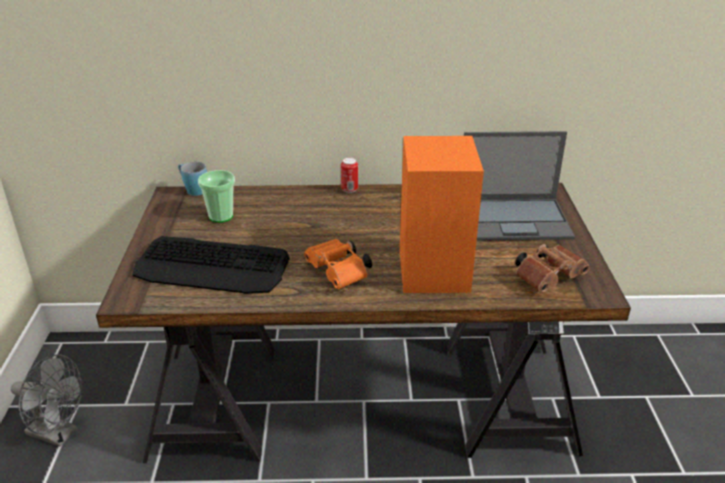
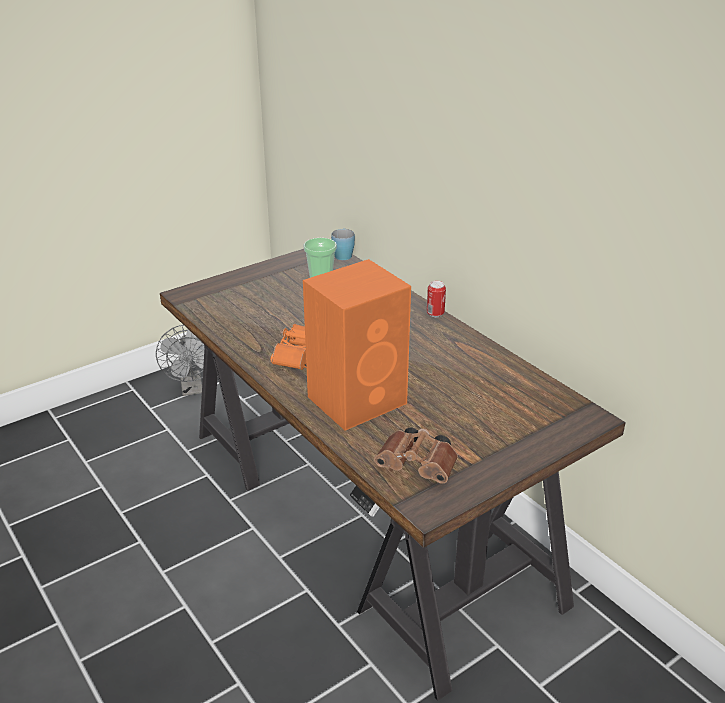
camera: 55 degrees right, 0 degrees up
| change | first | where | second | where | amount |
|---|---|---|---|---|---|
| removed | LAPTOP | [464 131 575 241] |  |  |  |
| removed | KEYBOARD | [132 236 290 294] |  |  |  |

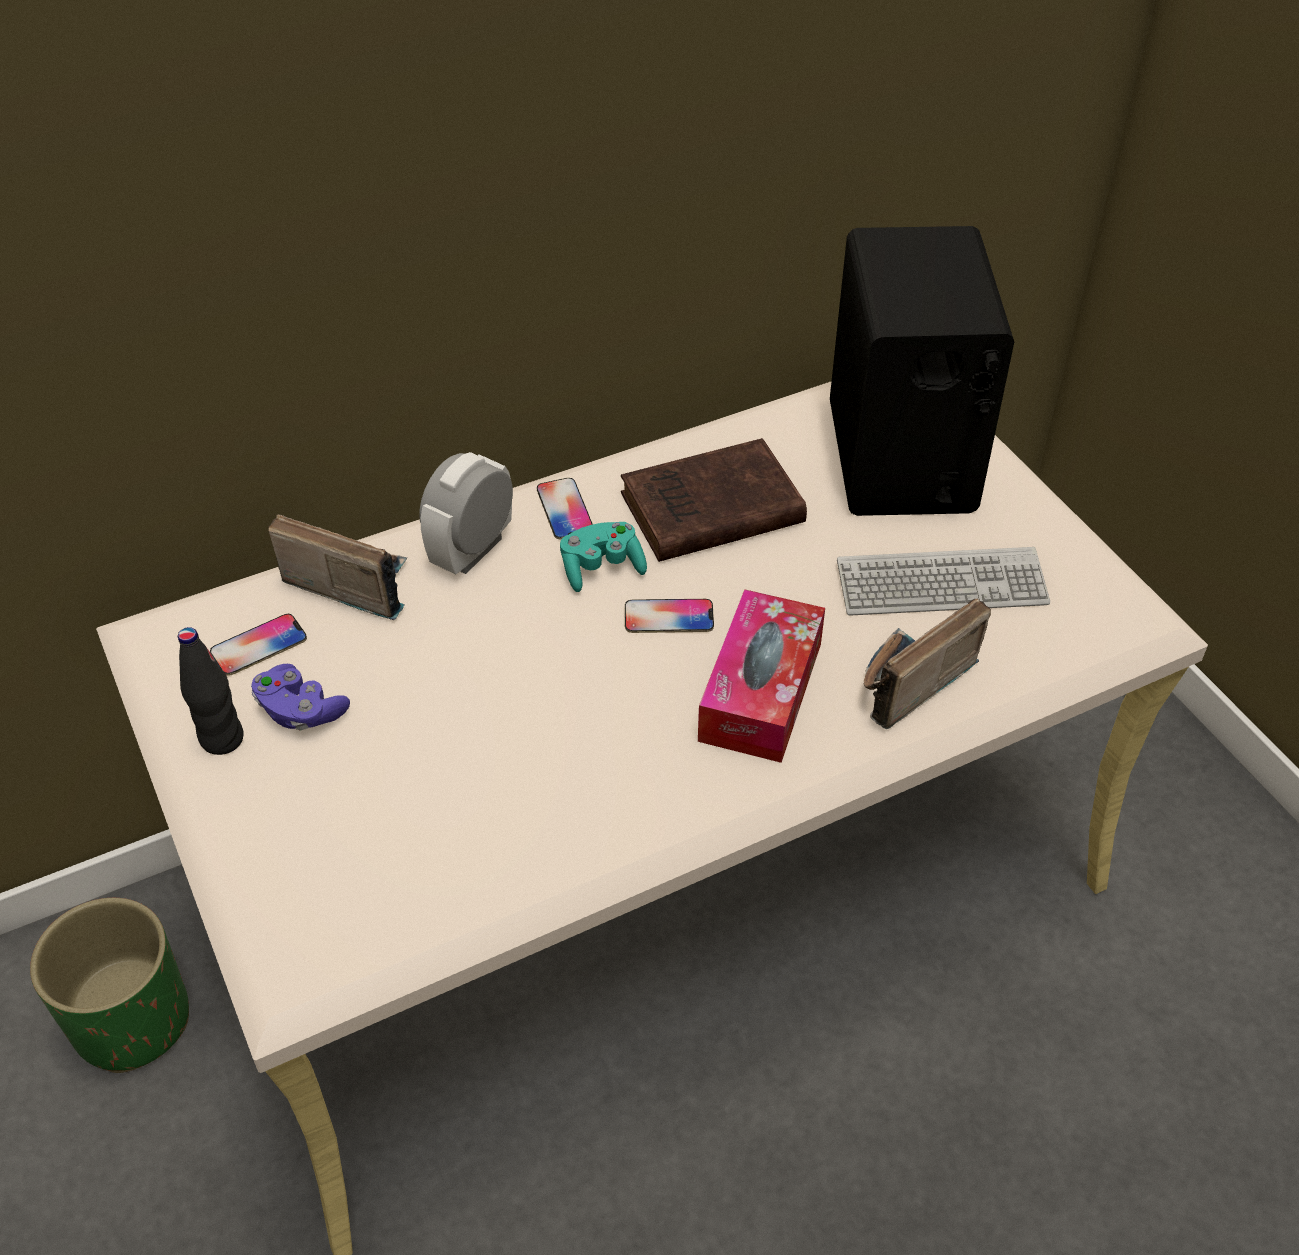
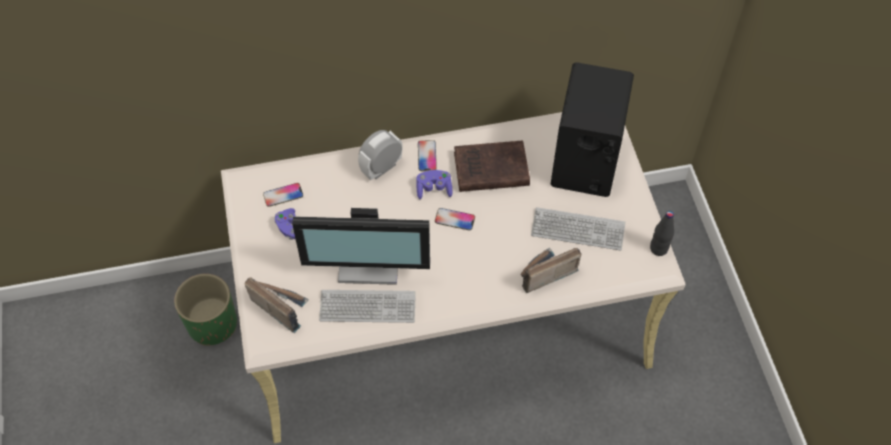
camera: 15 degrees right, 10 degrees up
| change | first | where | second | where | amount |
|---|---|---|---|---|---|
| moved | RADIO | [268 514 407 621] |  | [245 277 309 333] |  |
| recoloured | TURQUOISE GAME CONTROLLER | [560 522 647 592] | PURPLE GAME CONTROLLER | [416 170 452 199] |  |
| removed | TISSUE BOX | [698 589 825 763] |  |  |  |
| moved | BLACK BOTTLE | [178 627 244 755] |  | [650 211 674 256] |  |
| added |  |  | MONITOR | [292 208 430 285] |  |
| added |  |  | KEYBOARD | [319 290 416 323] |  |

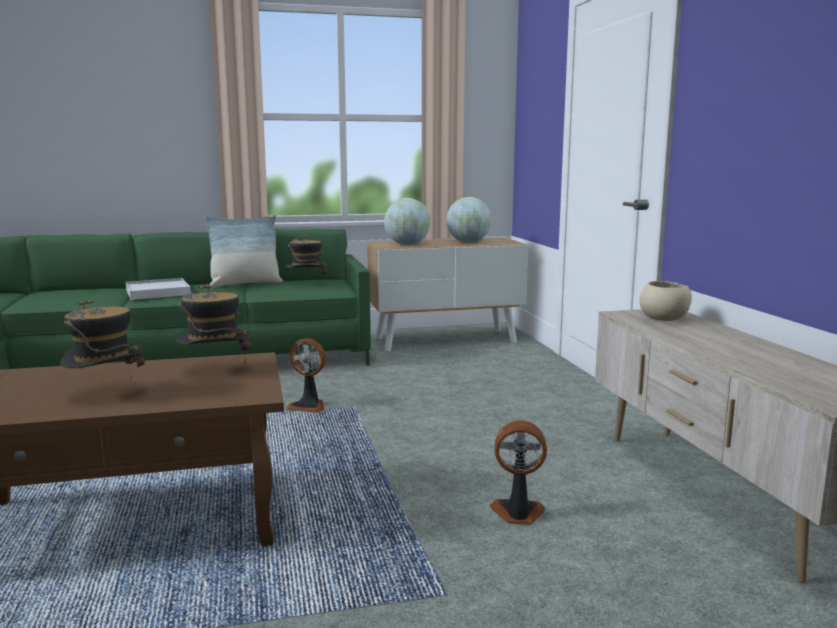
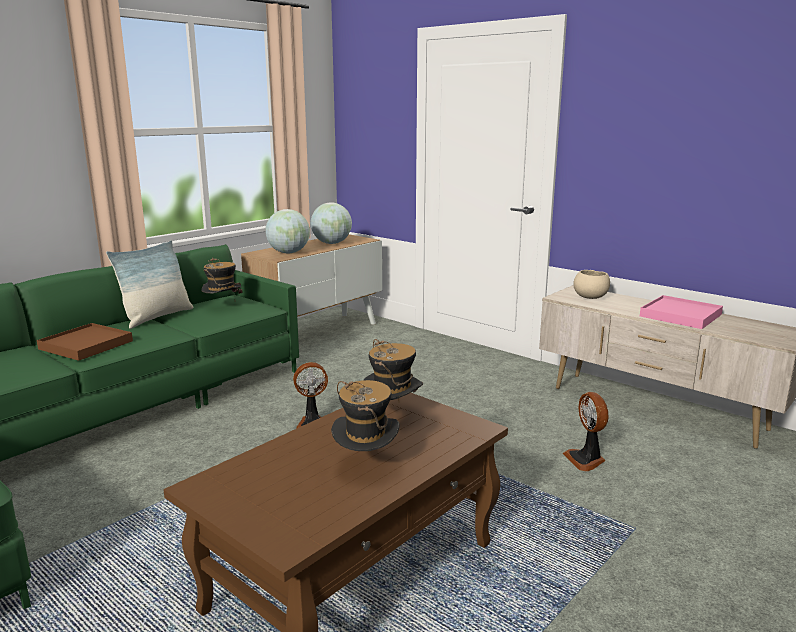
camera: 35 degrees left, 5 degrees up
| change | first | where | second | where | amount |
|---|---|---|---|---|---|
| recoloured | WHITE TRAY | [126 278 191 300] | BROWN TRAY | [37 323 133 361] |  |
| turned | FAN | [490 420 547 525] |  | [562 392 609 471] | 75 degrees counterclockwise |
| added |  |  | PINK TRAY | [640 295 723 329] |  |

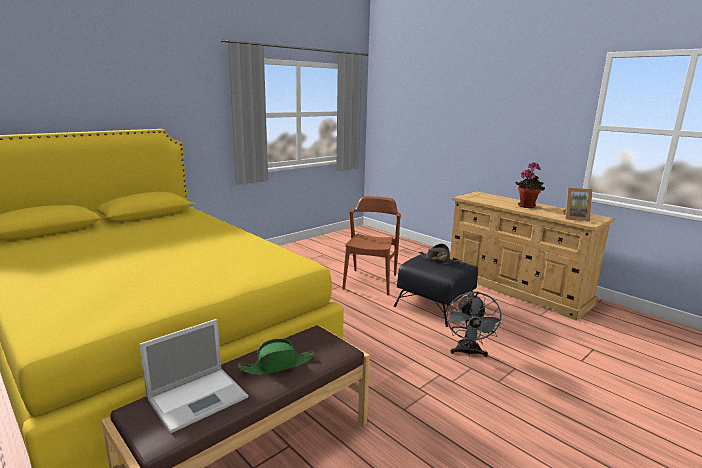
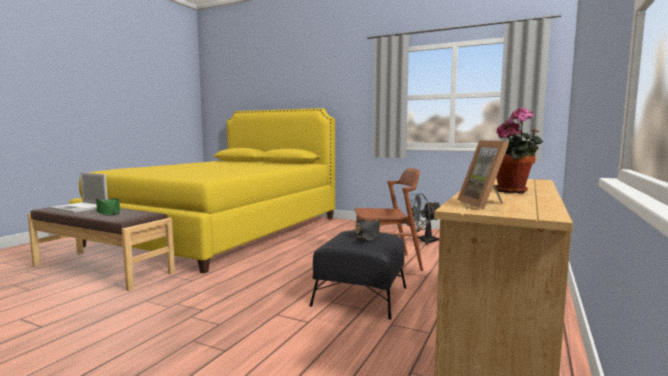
camera: 70 degrees right, 10 degrees down
| change | first | where | second | where | amount |
|---|---|---|---|---|---|
| moved | GREY FAN | [447 292 503 357] |  | [411 194 440 245] |  |

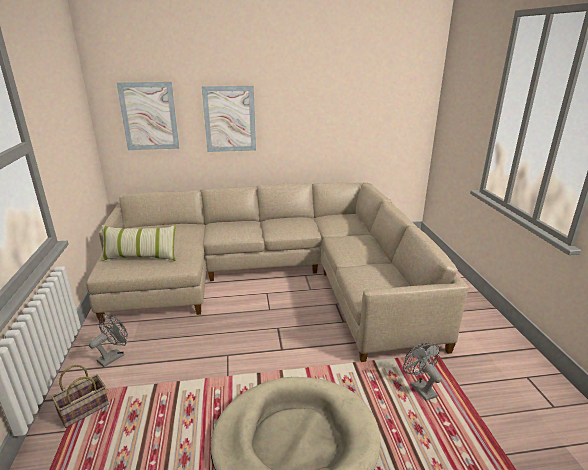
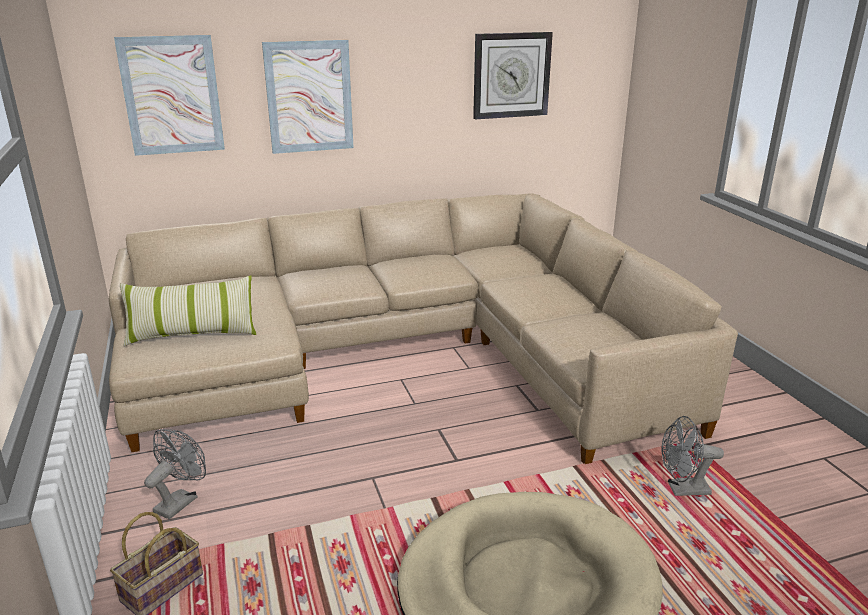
camera: 10 degrees left, 0 degrees up
| change | first | where | second | where | amount |
|---|---|---|---|---|---|
| turned | GREY FAN | [403 343 442 401] |  | [661 416 724 496] | 60 degrees counterclockwise |
| added |  |  | WALL CLOCK | [473 32 553 119] |  |

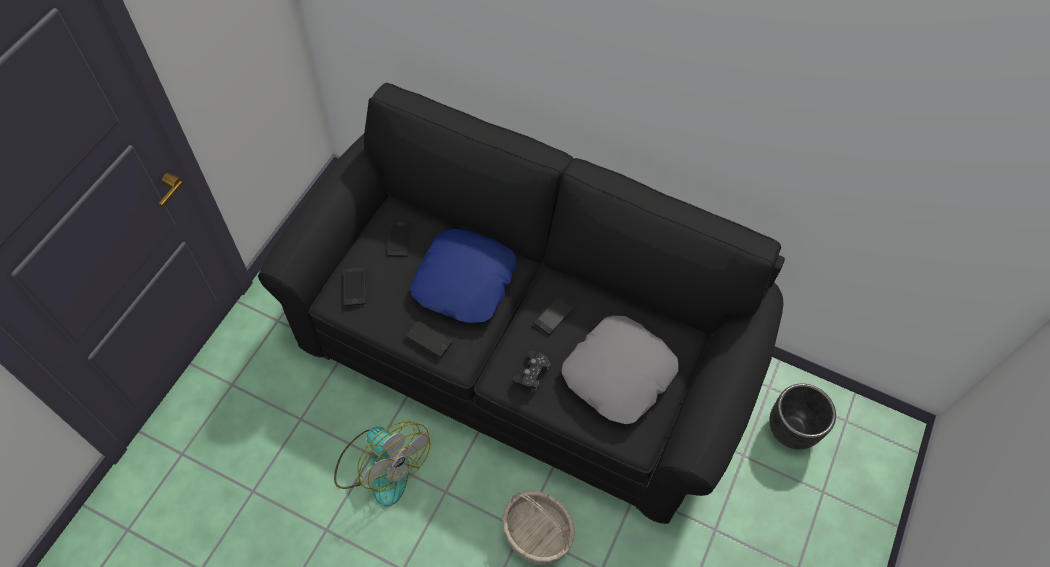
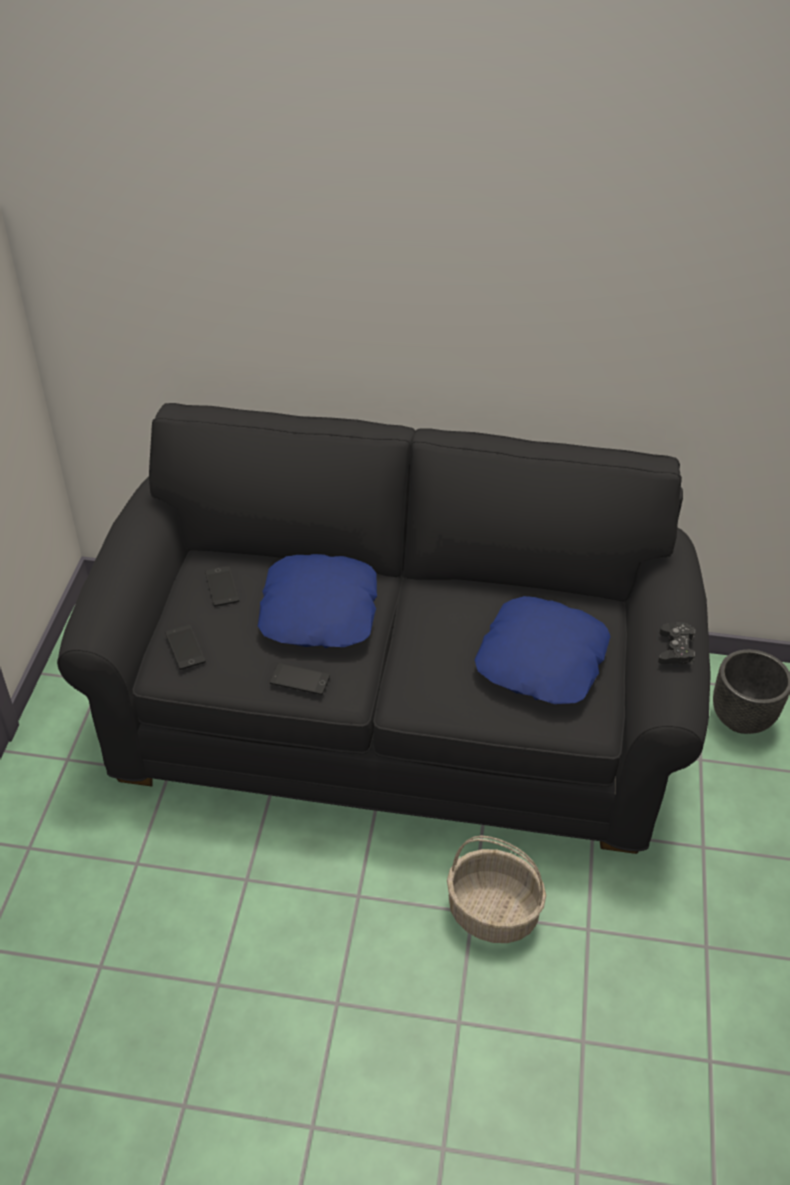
camera: 15 degrees left, 15 degrees down
| change | first | where | second | where | amount |
|---|---|---|---|---|---|
| removed | PHONE | [534 295 576 335] |  |  |  |
| recoloured | GREY PILLOW | [562 316 679 424] | BLUE PILLOW | [474 596 611 704] |  |
| moved | BLACK GAME CONTROLLER | [513 351 551 391] |  | [658 622 695 665] |  |
| removed | FAN | [334 421 430 507] |  |  |  |

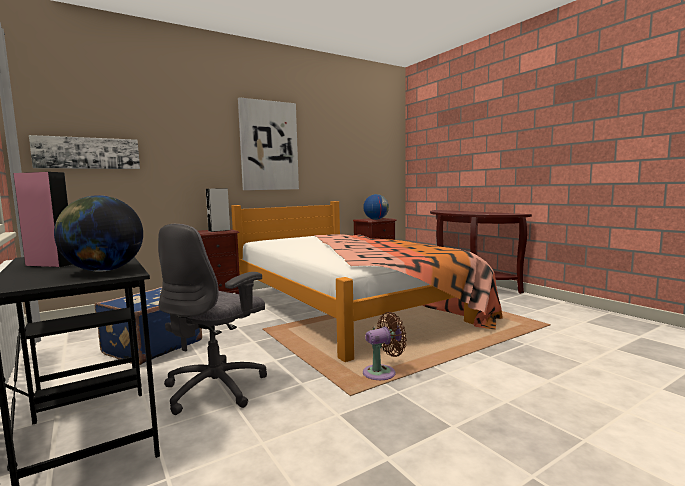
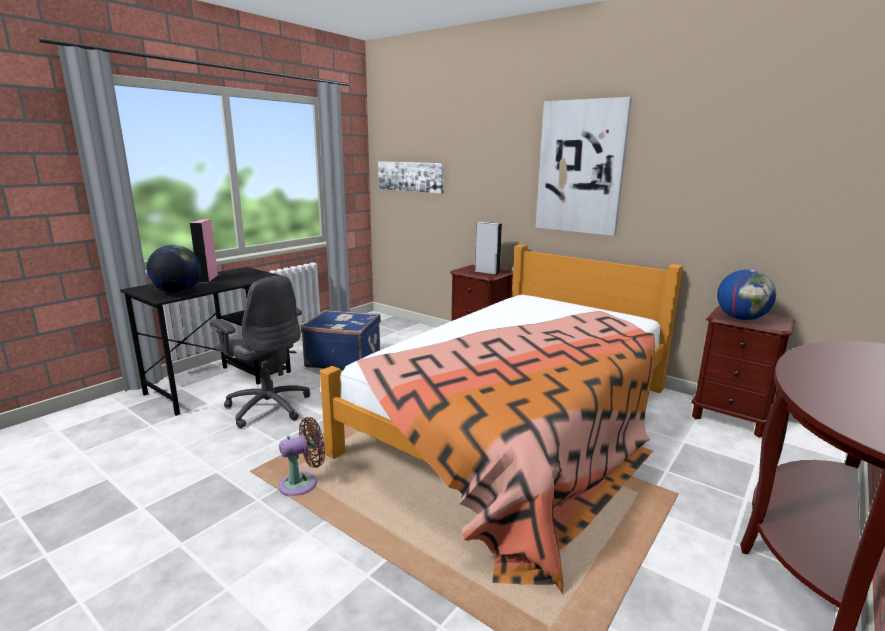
camera: 70 degrees right, 10 degrees up
| change | first | where | second | where | amount |
|---|---|---|---|---|---|
| turned | GREY OFFICE CHAIR | [158 224 267 415] |  | [210 276 310 428] | 150 degrees counterclockwise |
| turned | BROWN FAN | [363 312 407 380] |  | [279 417 325 497] | 75 degrees counterclockwise |

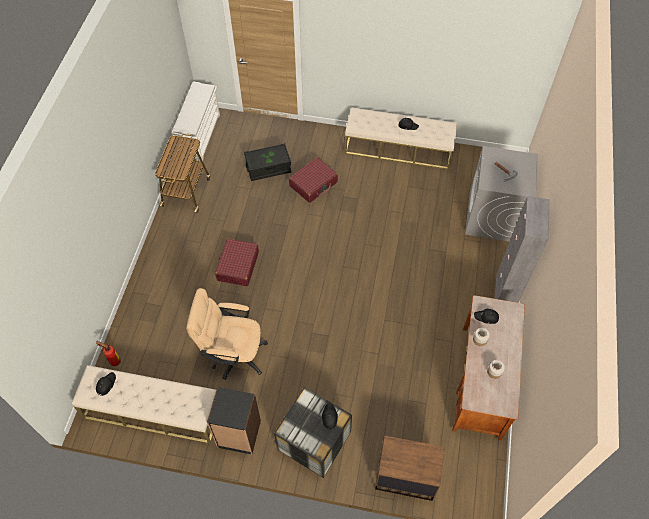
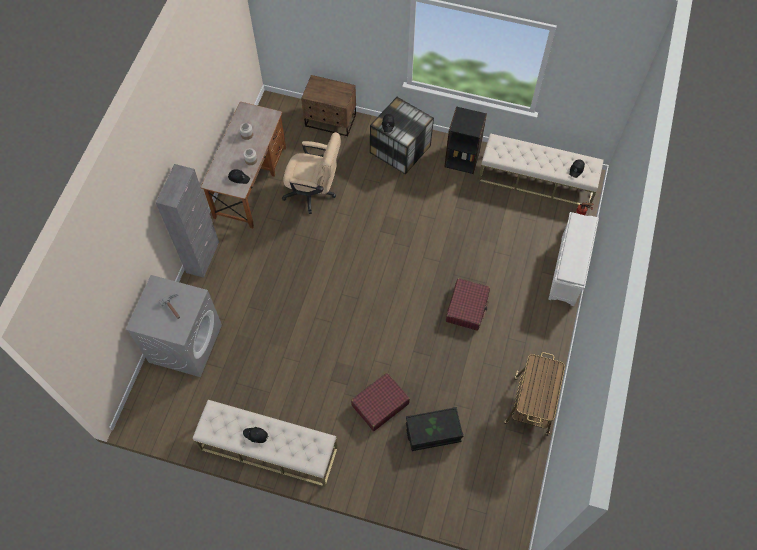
camera: 175 degrees left, 5 degrees up
| change | first | where | second | where | amount |
|---|---|---|---|---|---|
| moved | WHITE SHOE RACK | [171 81 220 161] |  | [548 212 599 306] |  |
| moved | BEIGE OFFICE CHAIR | [187 288 268 380] |  | [282 132 341 214] |  |

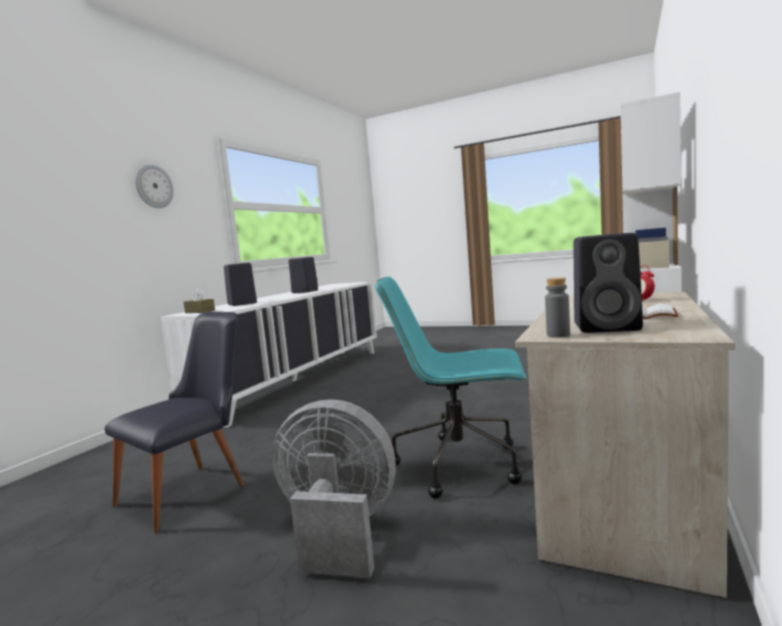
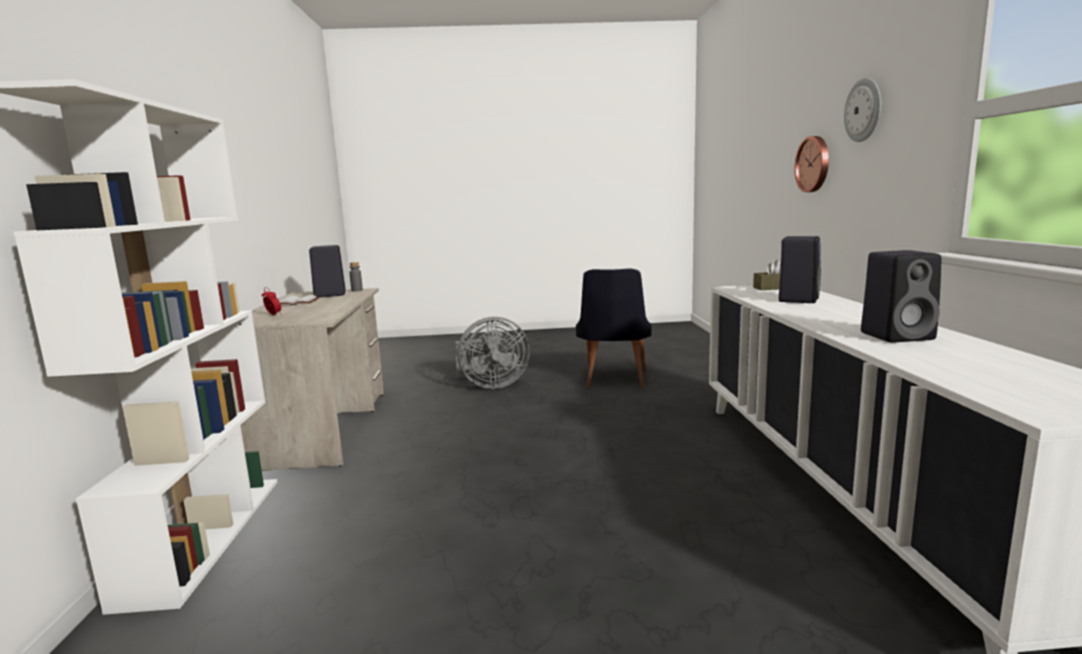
camera: 150 degrees right, 5 degrees up
| change | first | where | second | where | amount |
|---|---|---|---|---|---|
| removed | TURQUOISE OFFICE CHAIR | [375 277 527 499] |  |  |  |
| added |  |  | WALL CLOCK | [795 136 829 192] |  |

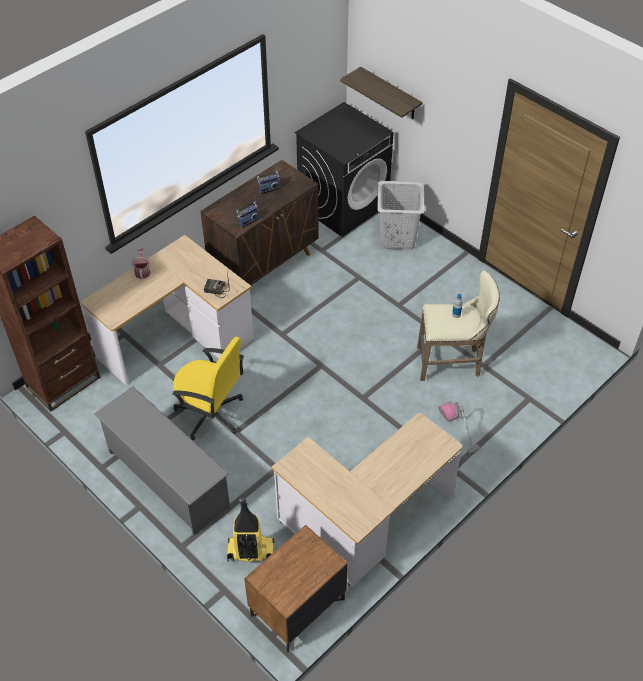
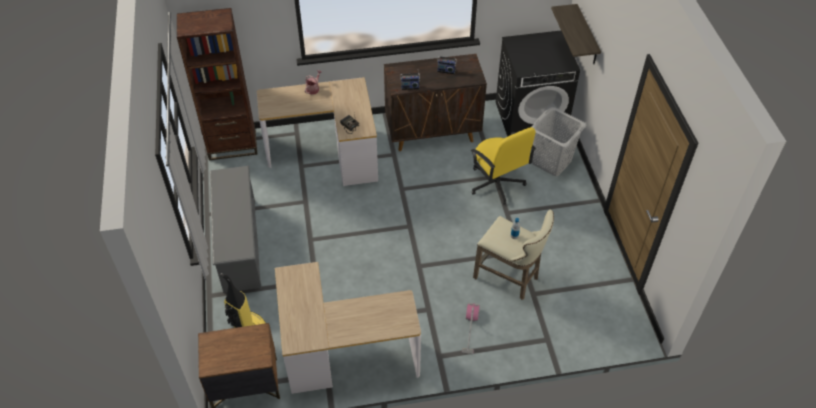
camera: 35 degrees right, 0 degrees up
| change | first | where | second | where | amount |
|---|---|---|---|---|---|
| moved | YELLOW OFFICE CHAIR | [172 337 244 440] |  | [471 127 536 205] |  |

